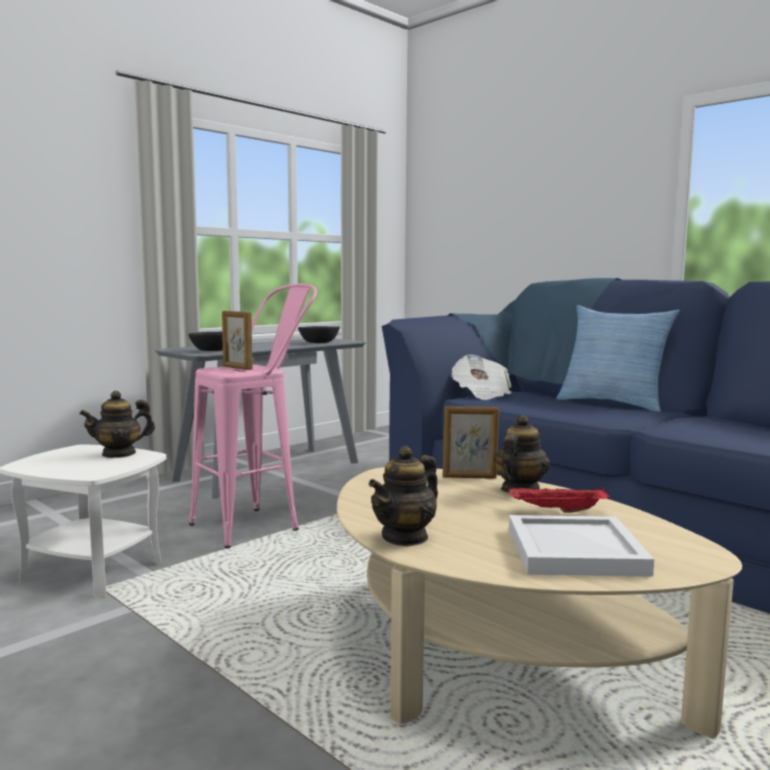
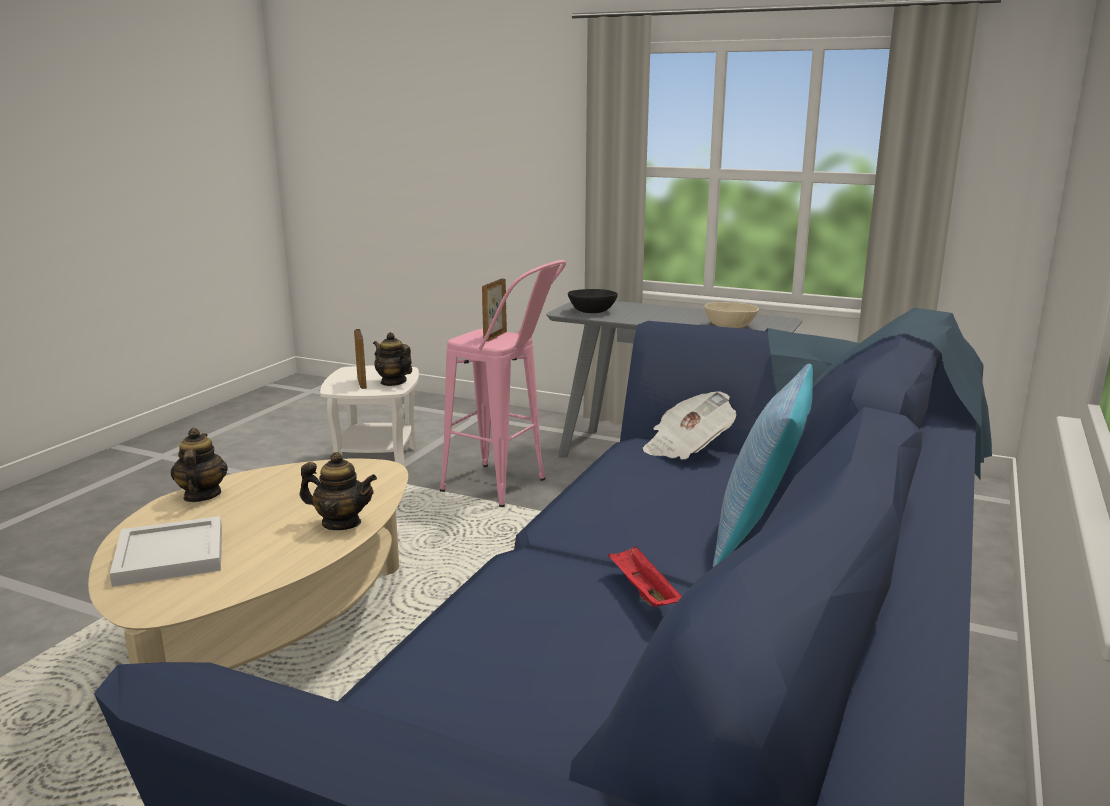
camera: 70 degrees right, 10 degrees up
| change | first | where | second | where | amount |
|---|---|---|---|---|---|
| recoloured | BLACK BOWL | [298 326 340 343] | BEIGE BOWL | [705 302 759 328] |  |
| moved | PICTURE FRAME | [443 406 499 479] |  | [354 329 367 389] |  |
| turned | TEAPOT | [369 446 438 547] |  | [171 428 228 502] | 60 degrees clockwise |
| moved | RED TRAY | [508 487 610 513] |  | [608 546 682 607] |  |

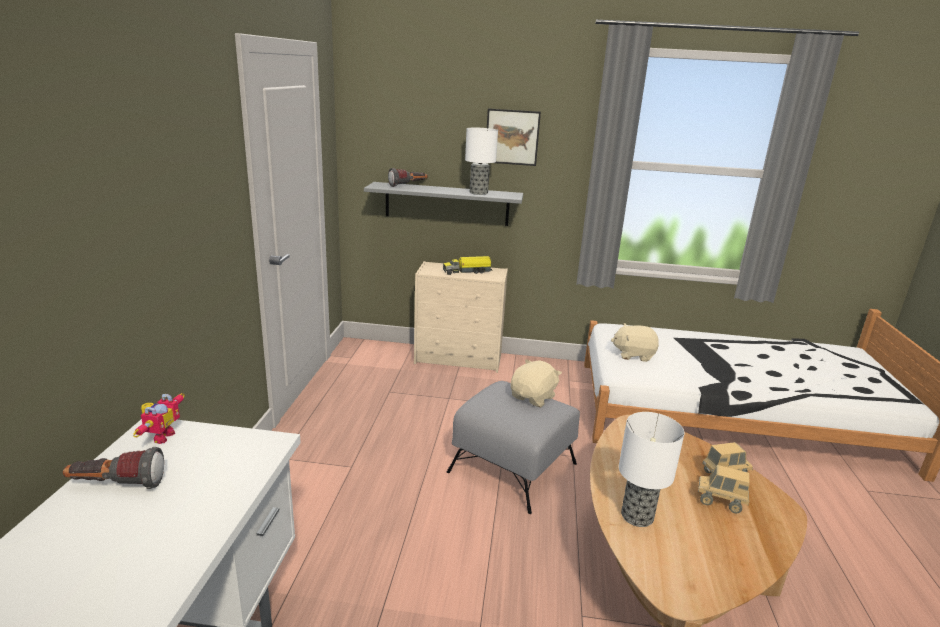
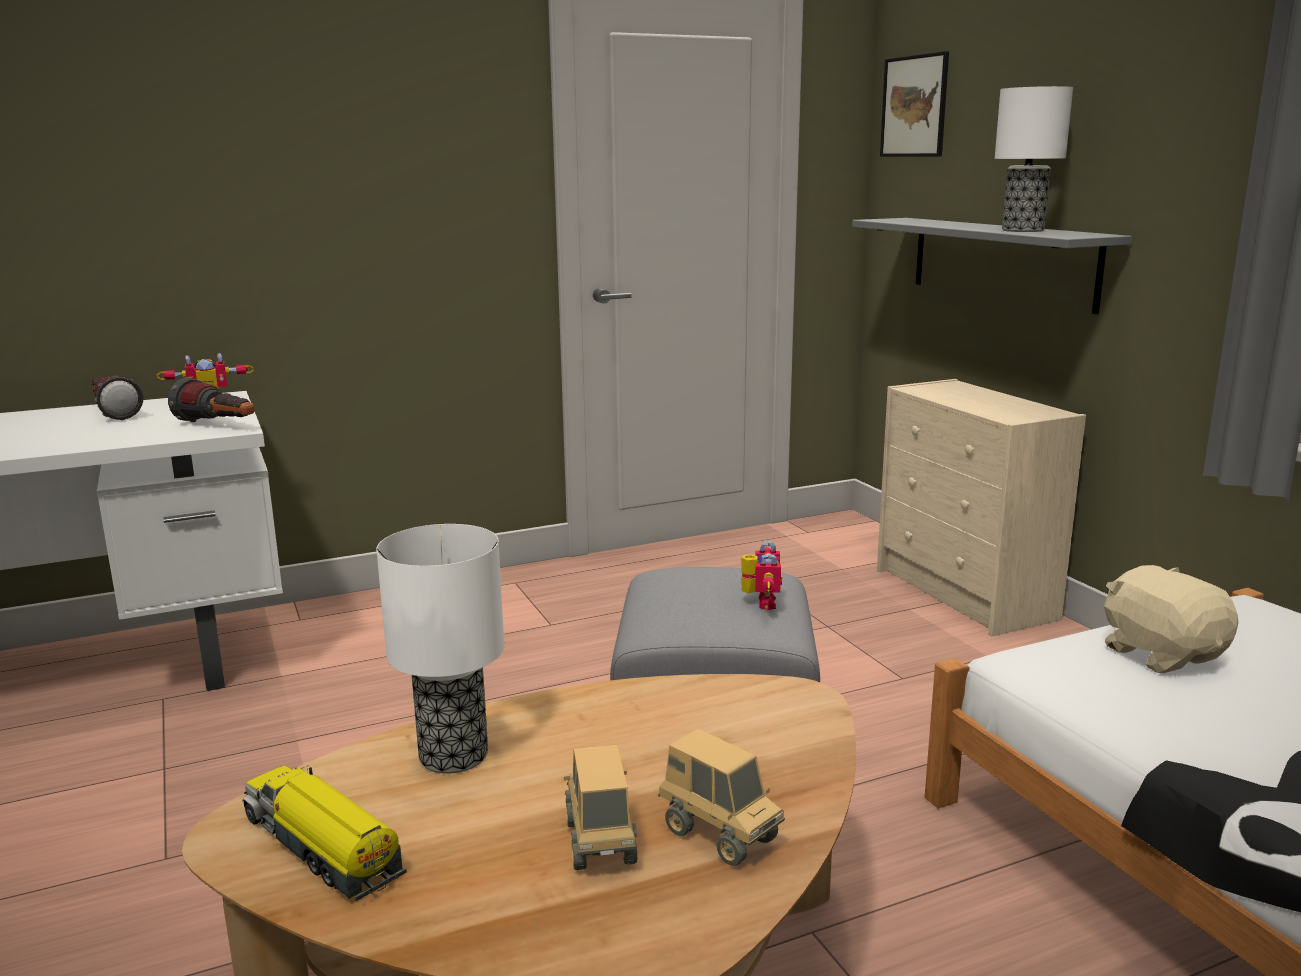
camera: 60 degrees right, 5 degrees down
| change | first | where | second | where | amount |
|---|---|---|---|---|---|
| moved | PICTURE | [487 108 541 166] |  | [880 51 949 156] |  |
| moved | FLASHLIGHT | [388 168 428 187] |  | [168 377 255 422] |  |
| moved | TOY TRUCK | [443 256 493 275] |  | [242 765 407 901] |  |
| replaced | BEIGE PLUSH TOY | [511 359 562 407] | TOY ROBOT | [741 541 782 610] |  |

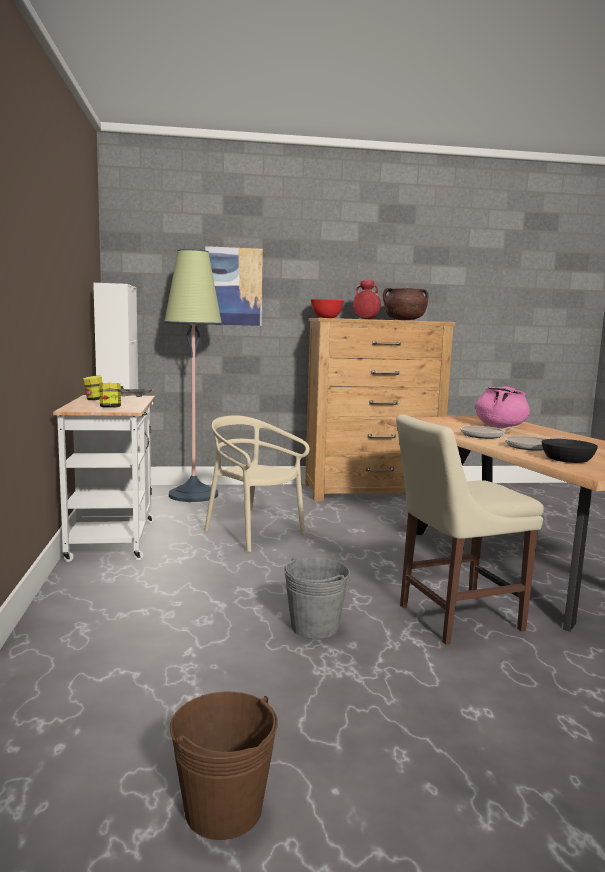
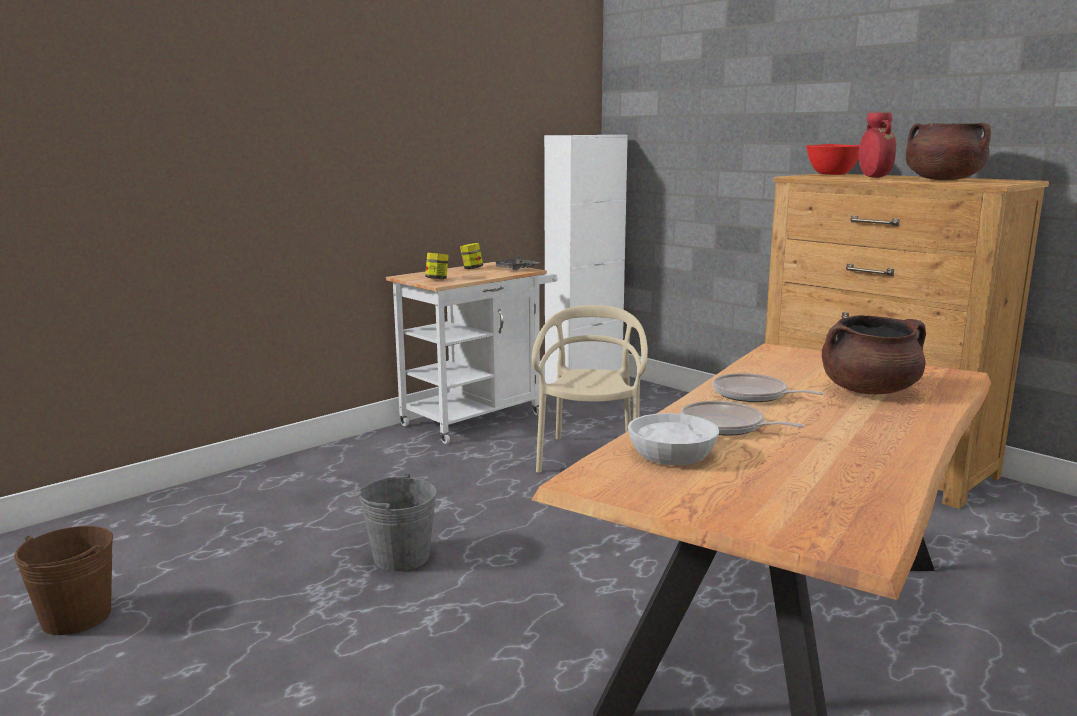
camera: 55 degrees right, 5 degrees up
| change | first | where | second | where | amount |
|---|---|---|---|---|---|
| removed | PICTURE | [205 246 263 326] |  |  |  |
| removed | FLOOR LAMP | [164 249 222 502] |  |  |  |
| recoloured | PINK COOKING POT | [476 386 530 428] | BROWN COOKING POT | [822 315 926 394] |  |
| removed | BEIGE CHAIR | [396 414 544 645] |  |  |  |
| recoloured | BLACK BOWL | [542 439 598 463] | WHITE BOWL | [628 413 719 465] |  |

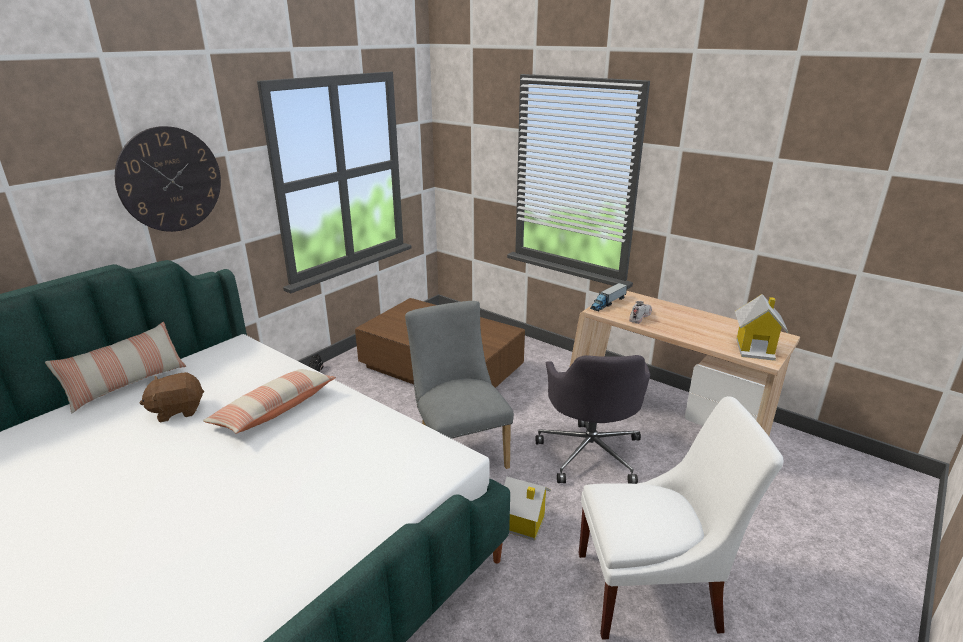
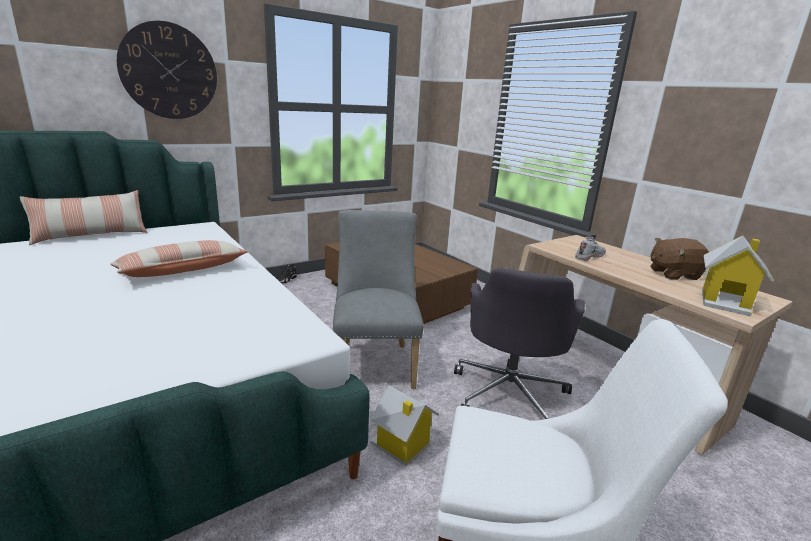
camera: 15 degrees right, 5 degrees down
| change | first | where | second | where | amount |
|---|---|---|---|---|---|
| removed | TOY TRUCK | [590 283 627 311] |  |  |  |
| moved | BROWN PLUSH TOY | [140 372 204 422] |  | [650 238 709 280] |  |

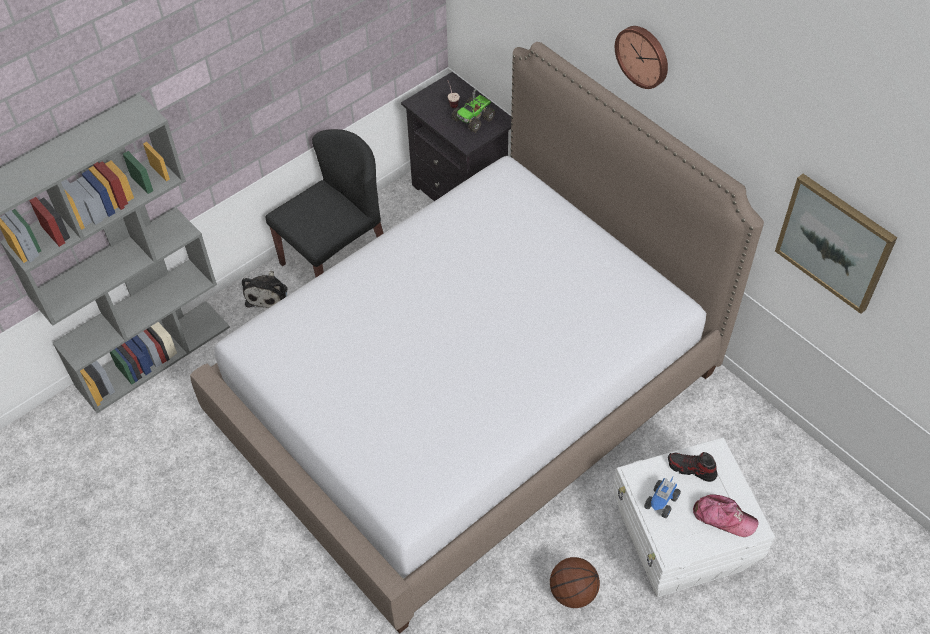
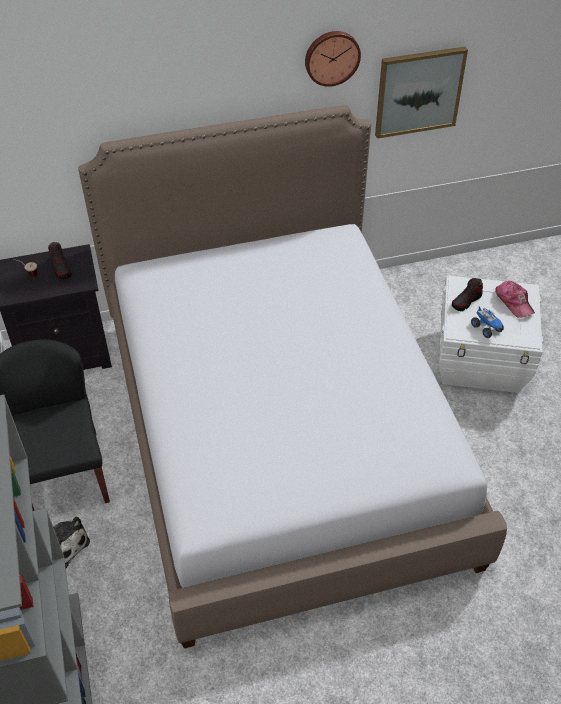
camera: 65 degrees left, 5 degrees down
| change | first | where | second | where | amount |
|---|---|---|---|---|---|
| moved | WALL CLOCK | [615 26 668 89] |  | [305 31 361 87] |  |
| replaced | TOY TRUCK | [451 89 495 132] | SHOE | [48 242 72 279] |  |
| turned | CAP | [693 494 759 537] |  | [495 281 535 318] | 105 degrees clockwise |
| removed | BASKETBALL | [550 557 600 608] |  |  |  |

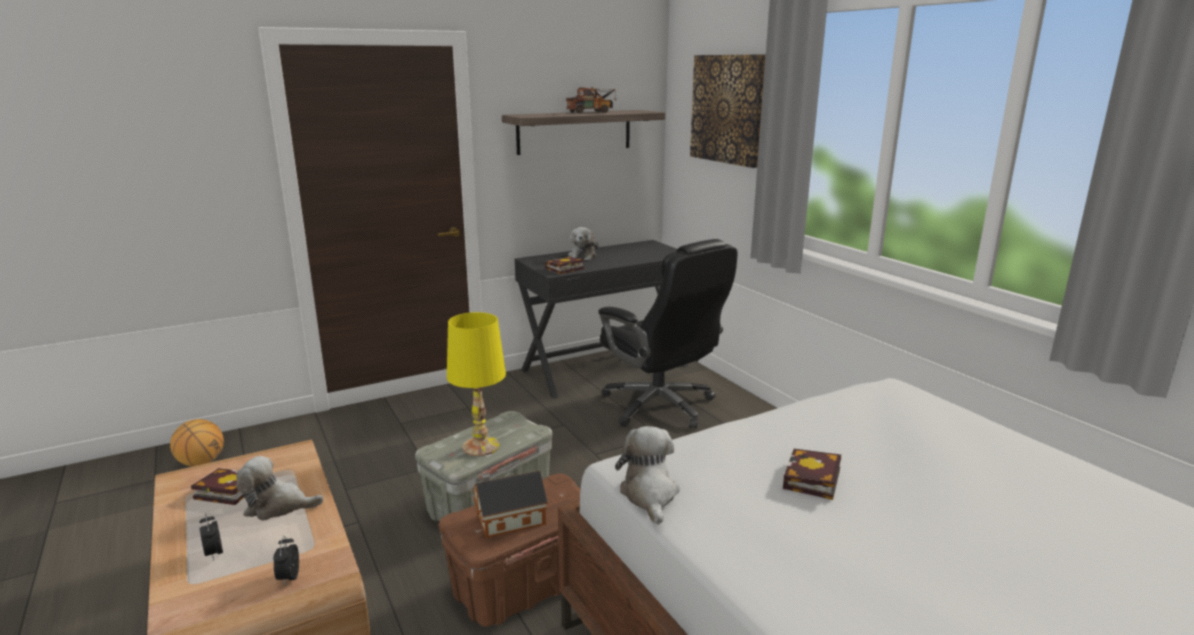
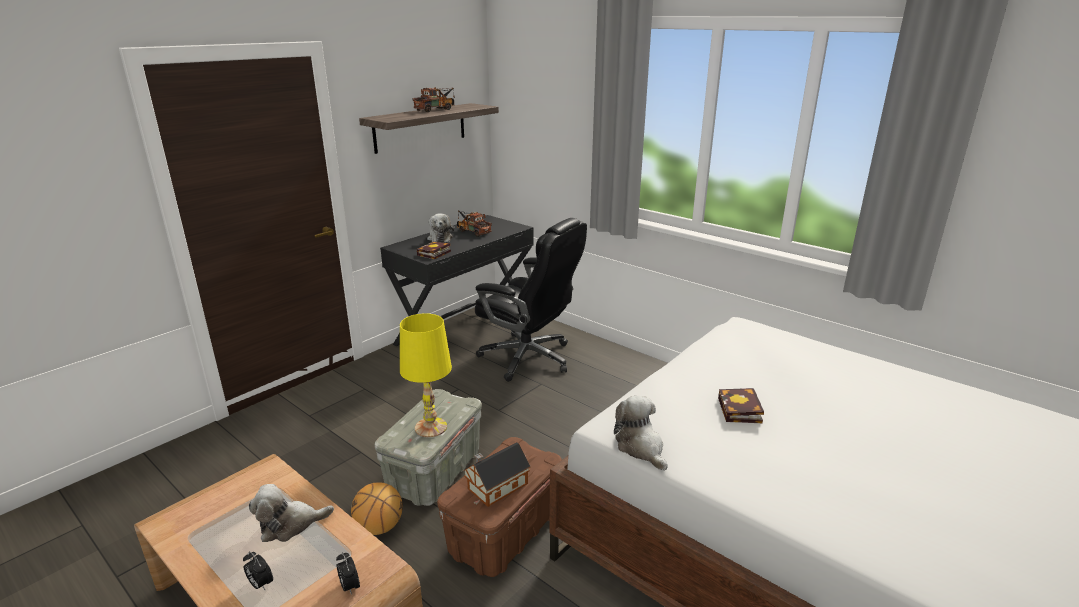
camera: 20 degrees left, 5 degrees up
| change | first | where | second | where | amount |
|---|---|---|---|---|---|
| removed | PICTURE | [690 54 766 168] |  |  |  |
| moved | BASKETBALL | [170 419 224 466] |  | [351 482 403 535] |  |
| removed | BOOK | [191 468 244 505] |  |  |  |
| added |  |  | TOY TRUCK | [457 210 492 237] |  |

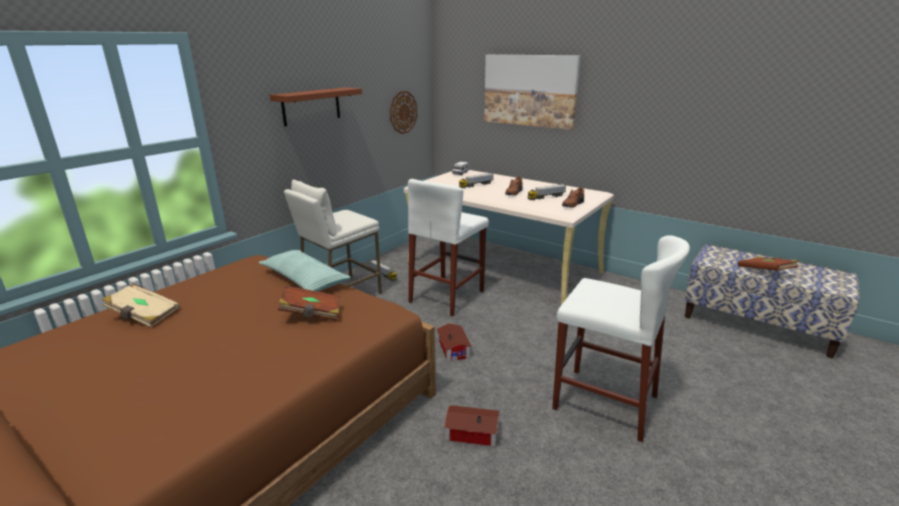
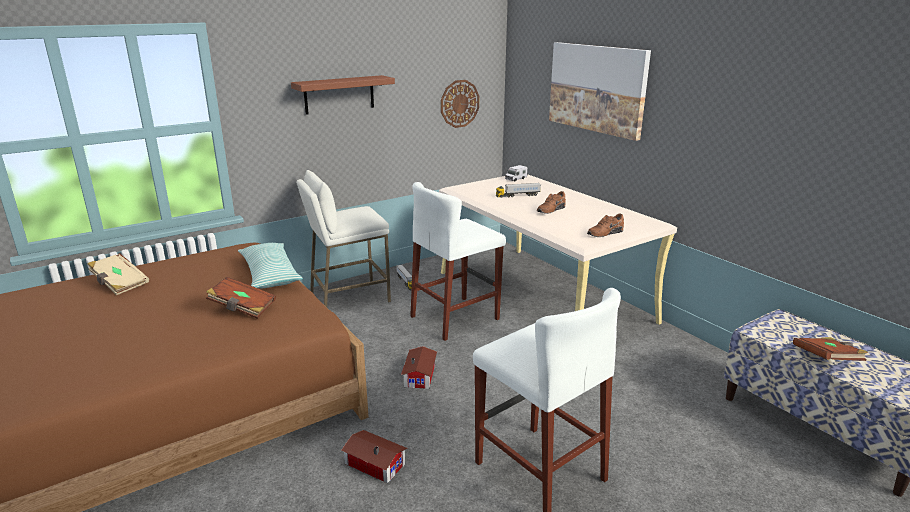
camera: 20 degrees right, 0 degrees up
| change | first | where | second | where | amount |
|---|---|---|---|---|---|
| removed | TOY TRUCK | [528 184 566 200] |  |  |  |

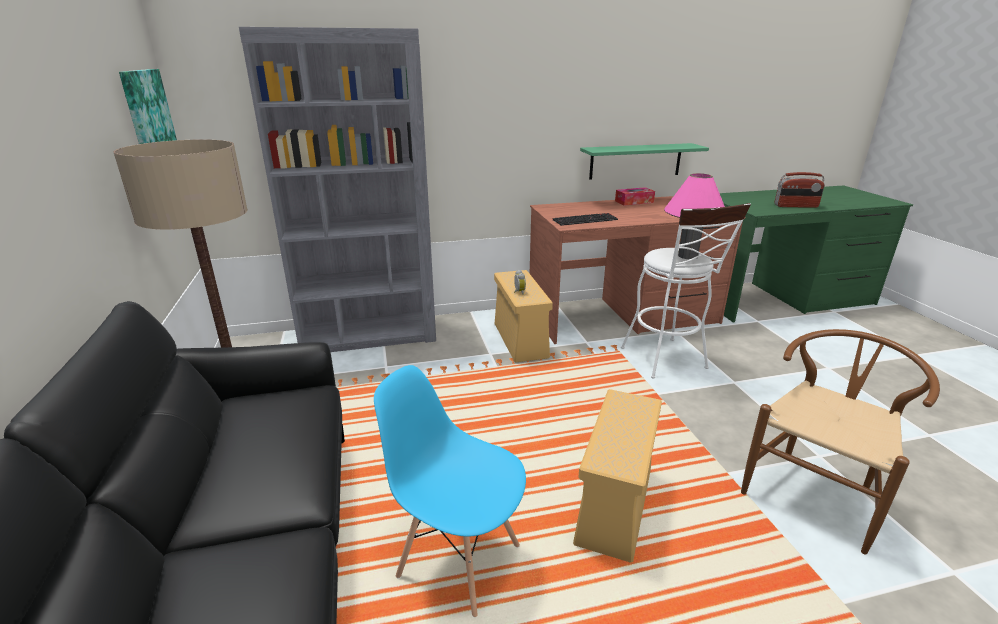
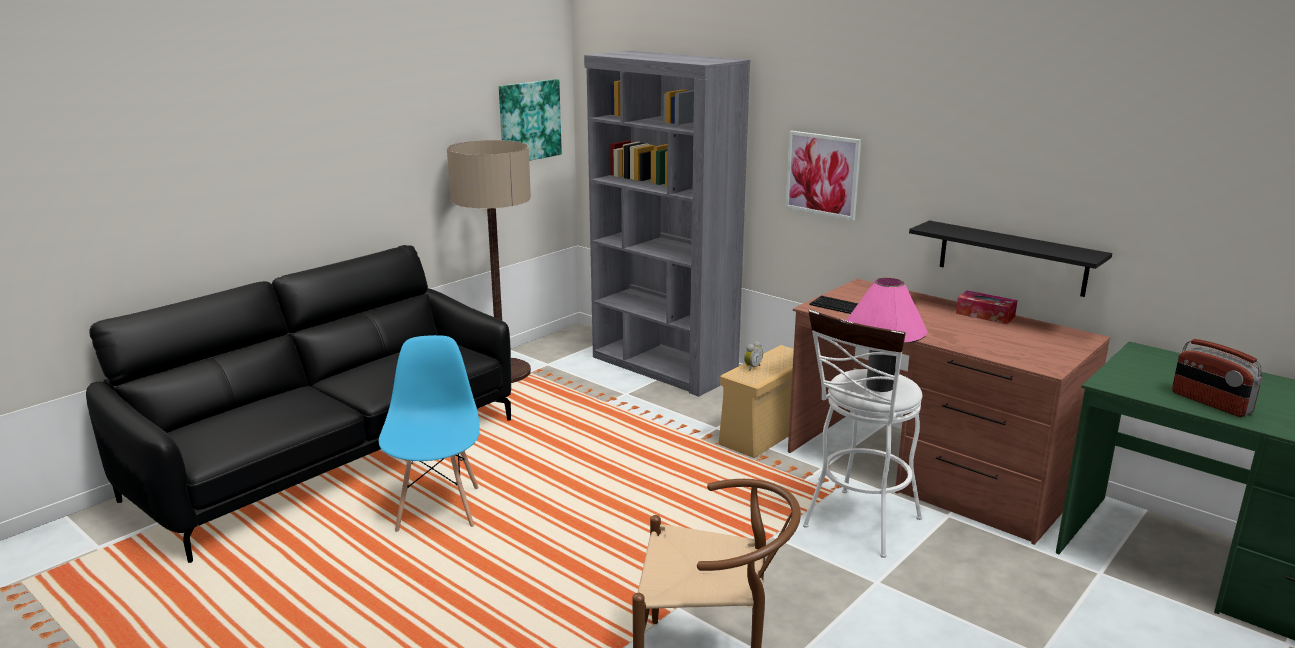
camera: 55 degrees right, 5 degrees down
| change | first | where | second | where | amount |
|---|---|---|---|---|---|
| recoloured | GREEN SHELF | [580 143 709 180] | BLACK SHELF | [909 220 1112 297] |  |
| removed | BEIGE STORAGE BOX | [573 389 662 563] |  |  |  |
| added |  |  | PICTURE | [785 131 861 220] |  |

